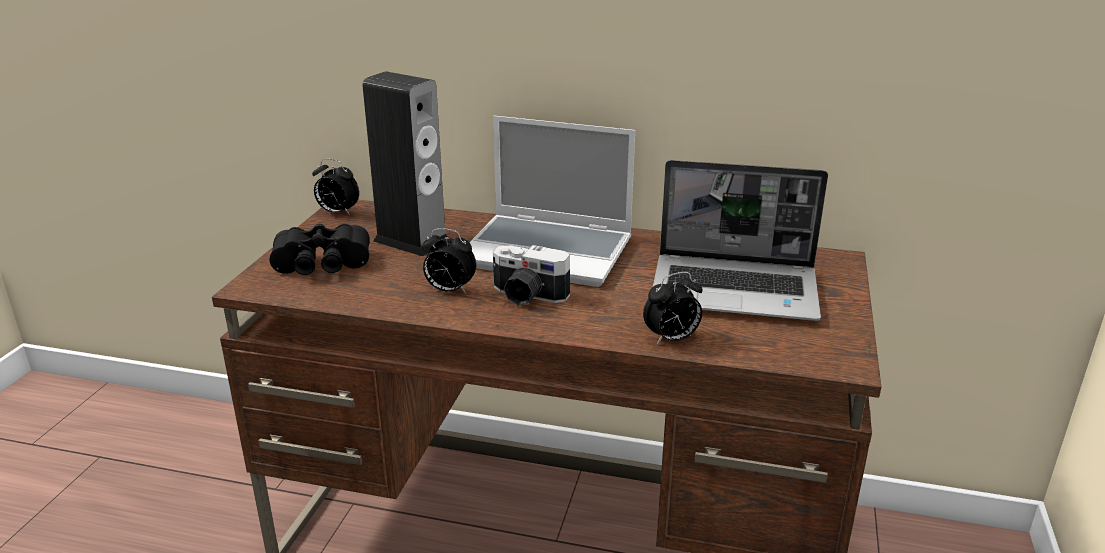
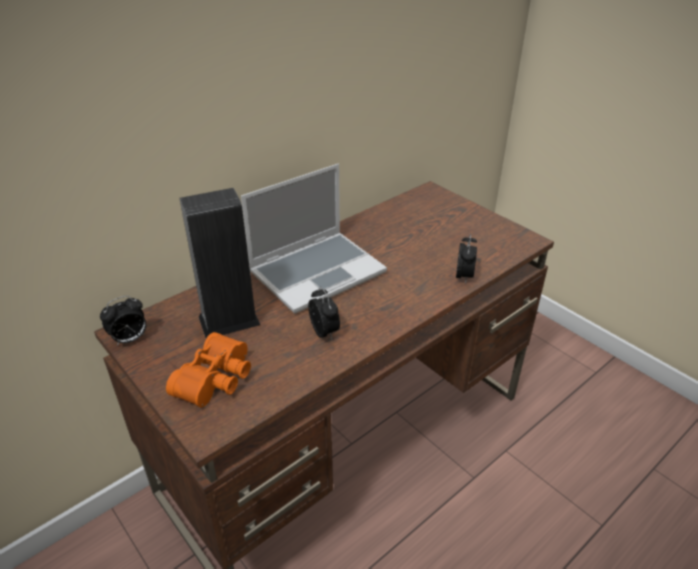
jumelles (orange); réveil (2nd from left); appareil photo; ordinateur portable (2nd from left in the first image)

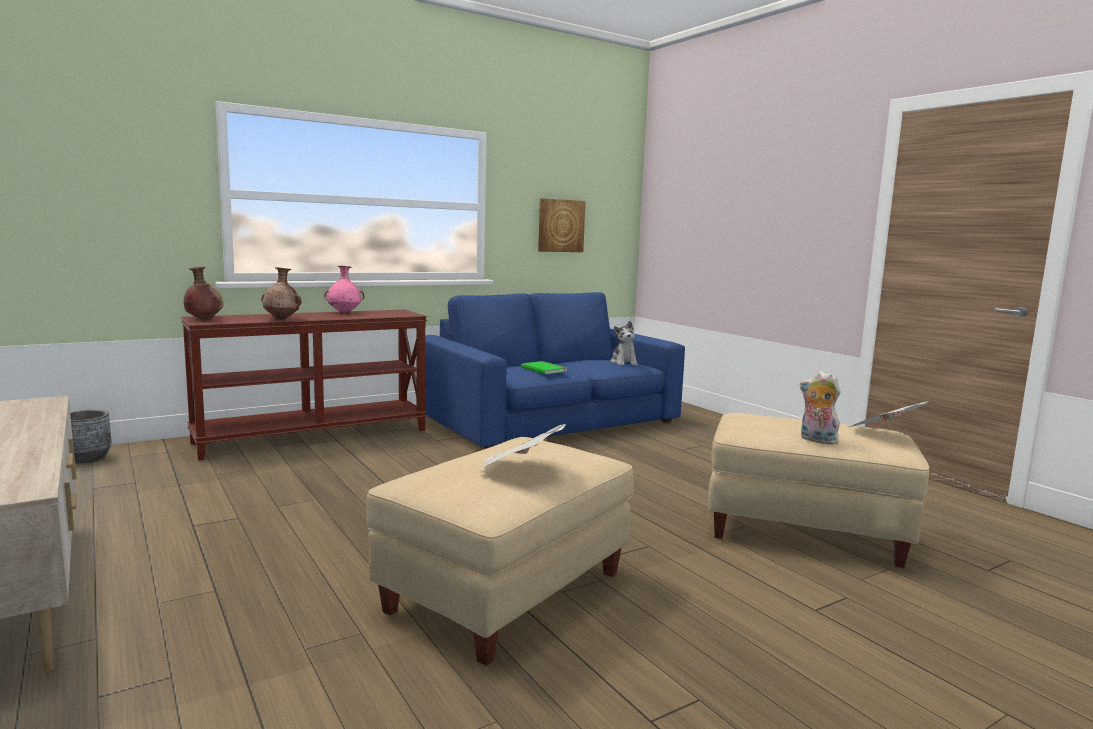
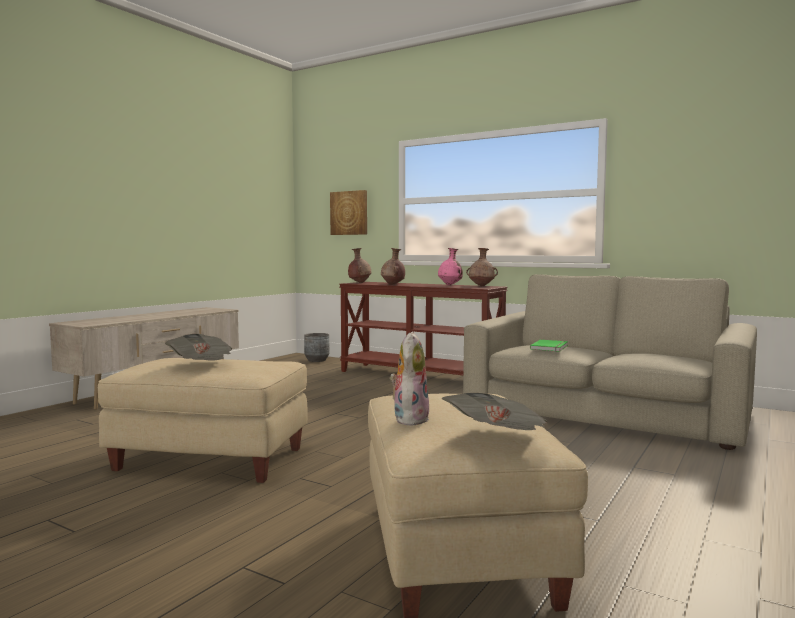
tableau; canapé (beige); vase (marron) (3rd from left); peluche (1st from left in the first image)

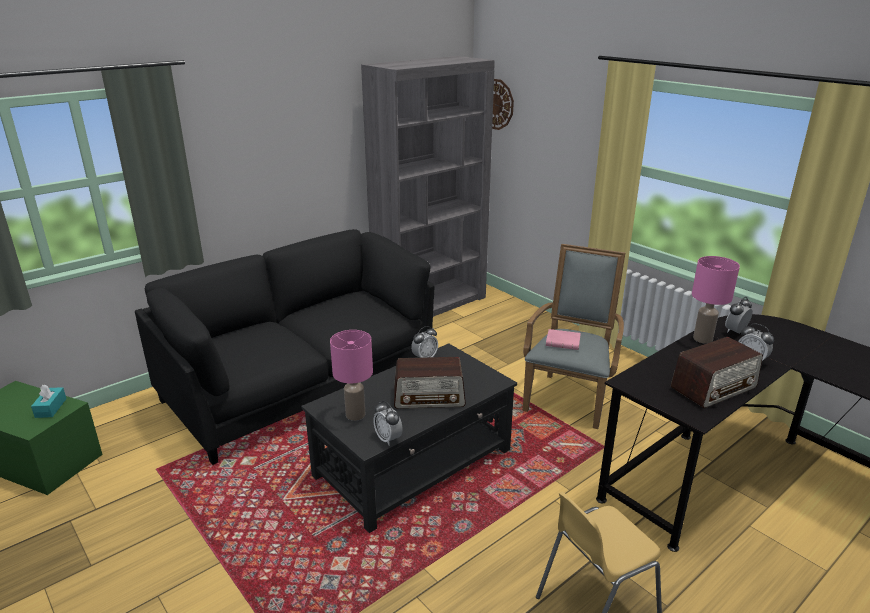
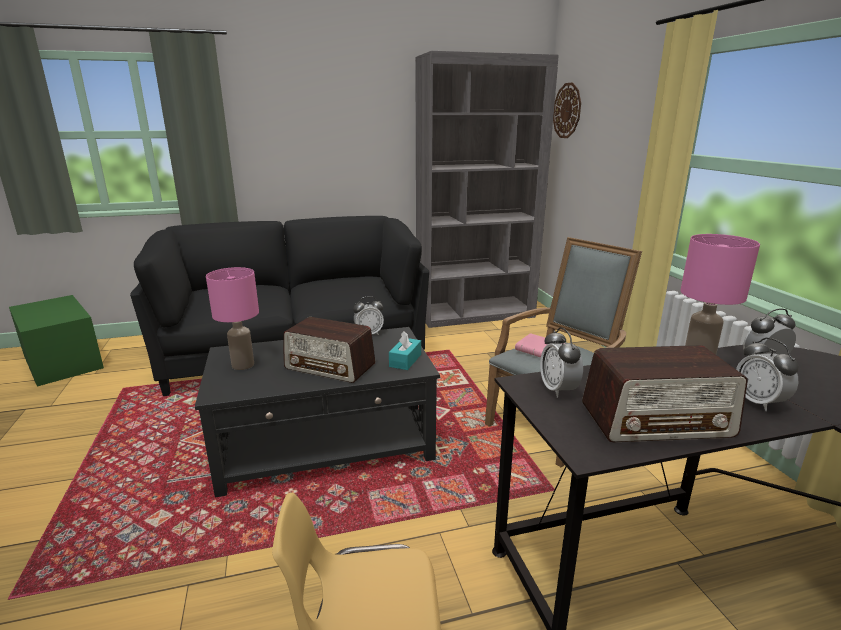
boîte à mouchoirs (turquoise); réveil (2nd from left)

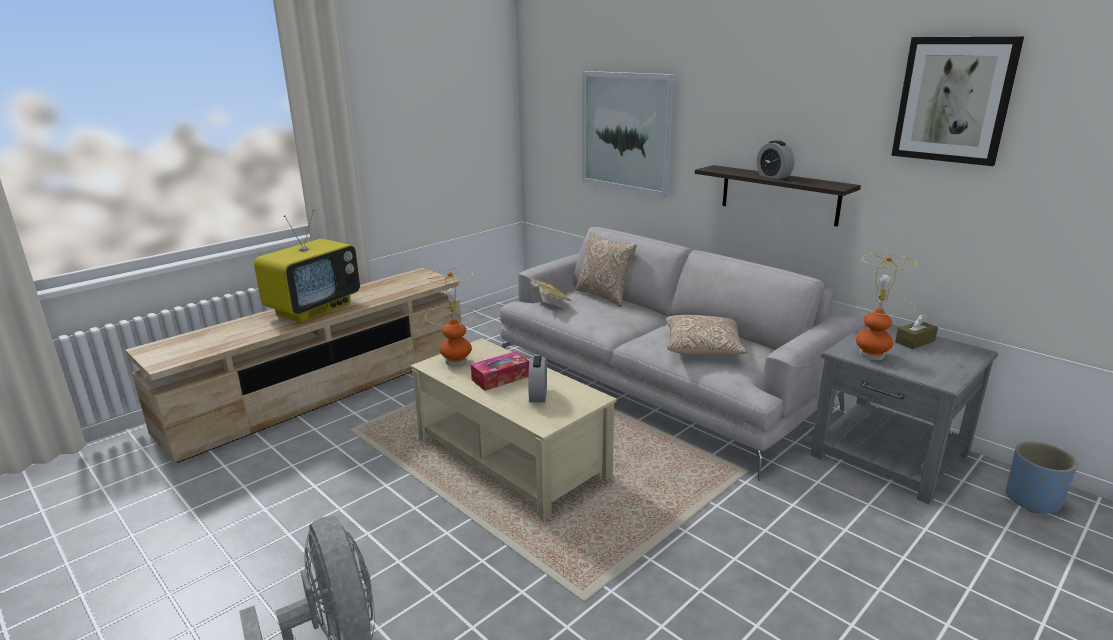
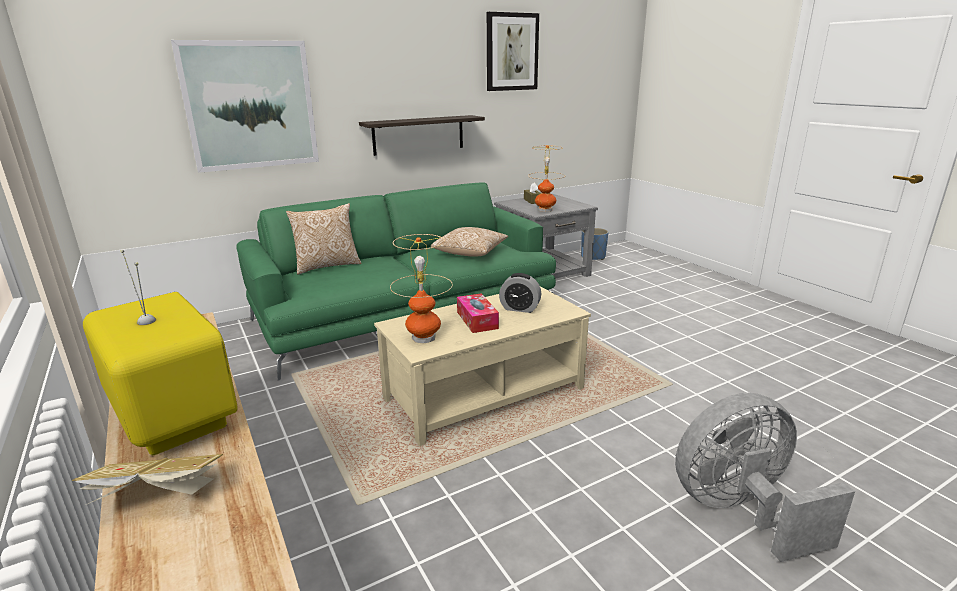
livre; canapé (vert); réveil (2nd from left in the first image)

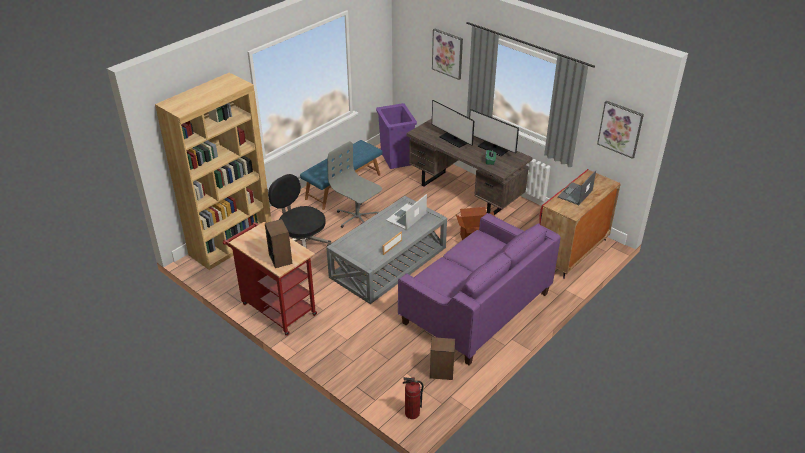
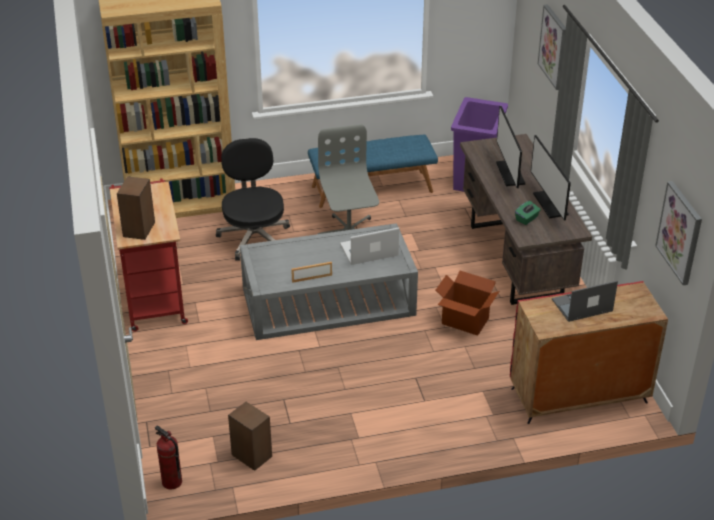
canapé (violet)

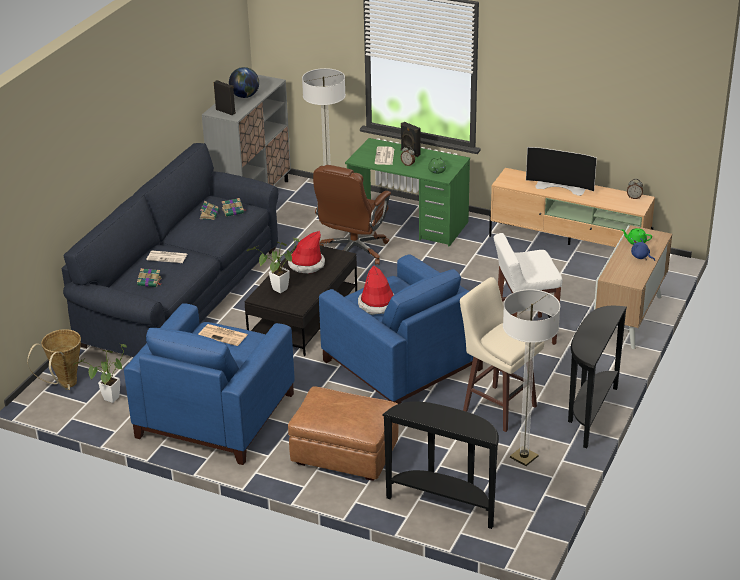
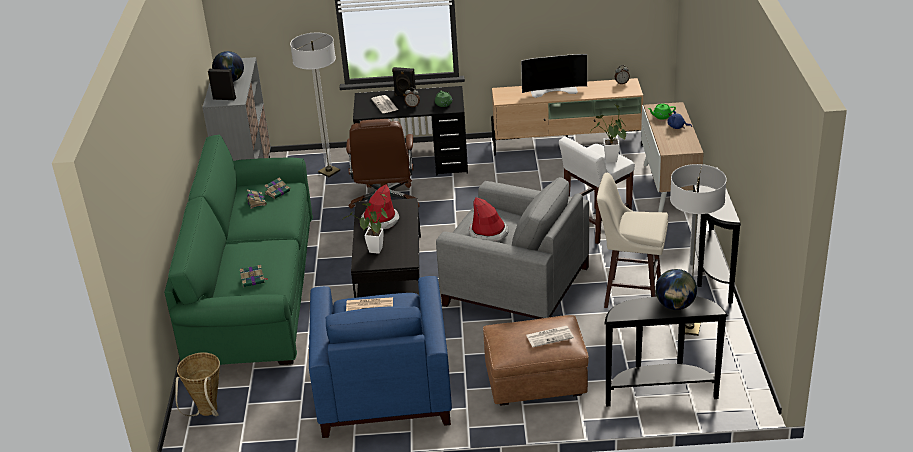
canapé (vert); bureau (noir); fauteuil (gris); journal (3rd from left); plante en pot (2nd from left); globe (2nd from left)

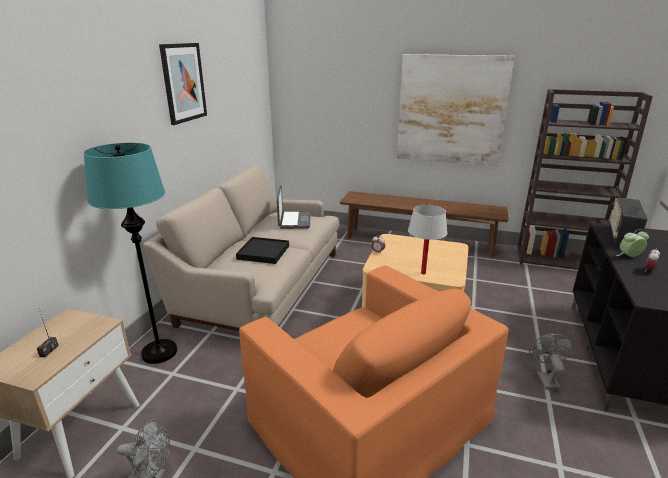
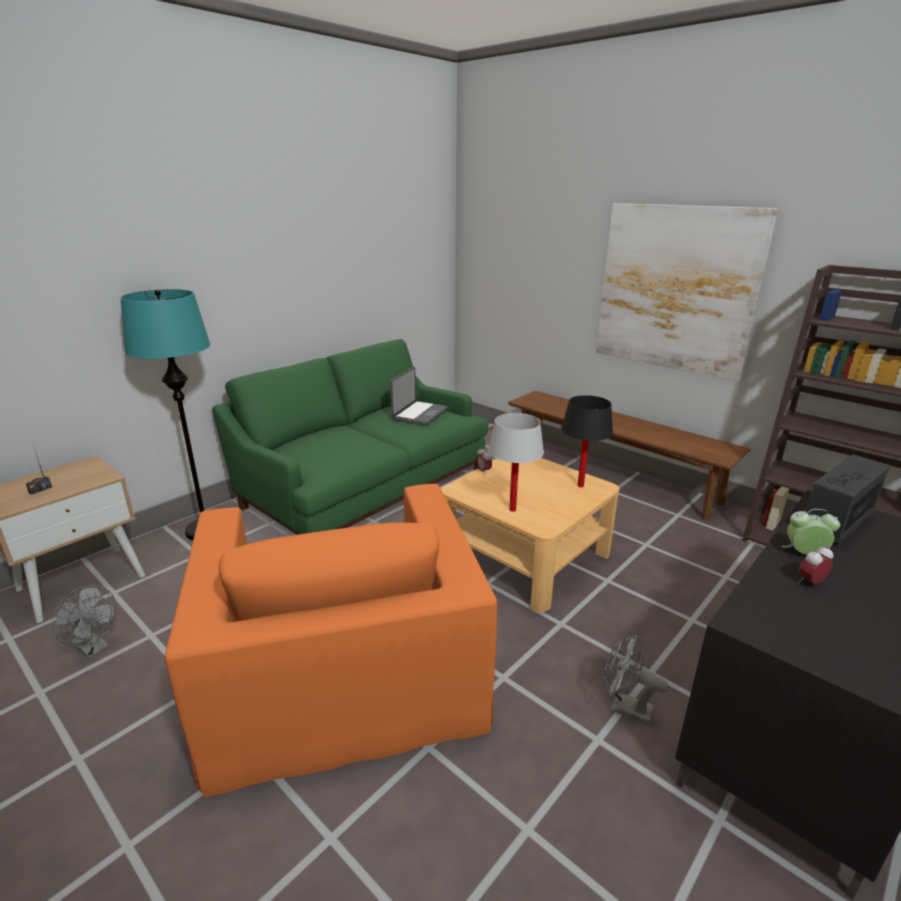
canapé (vert); lampe de table (noir); ventilateur (gris) (2nd from left); tableau (1st from left in the first image); plateau (noir)

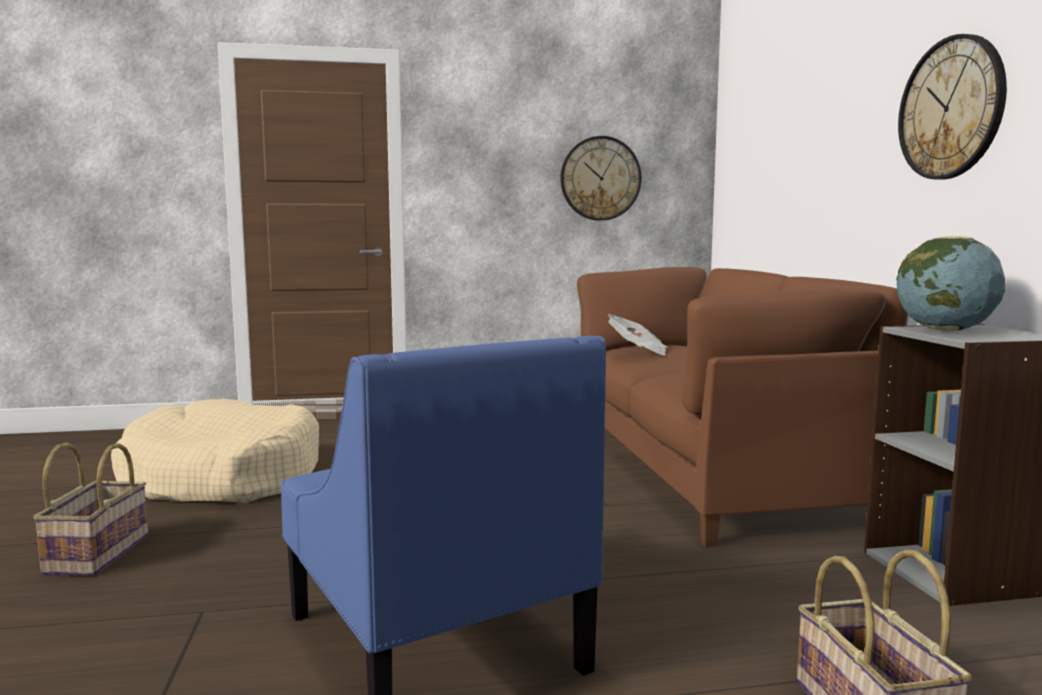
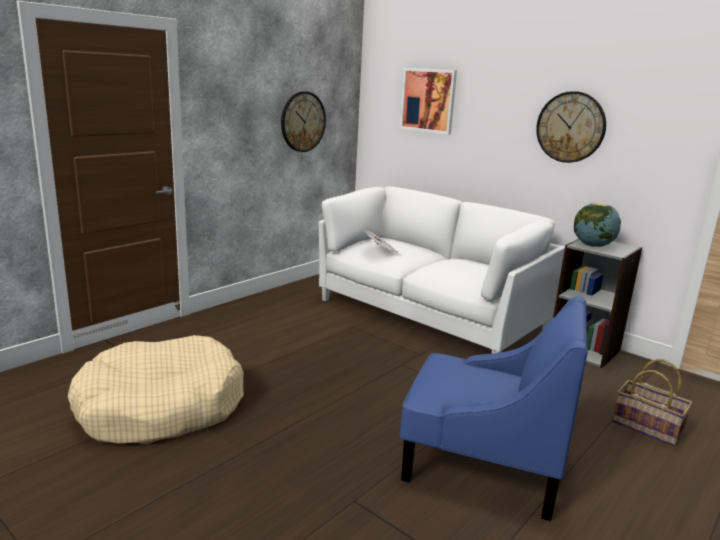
canapé (blanc); tableau; panier (1st from left in the first image)

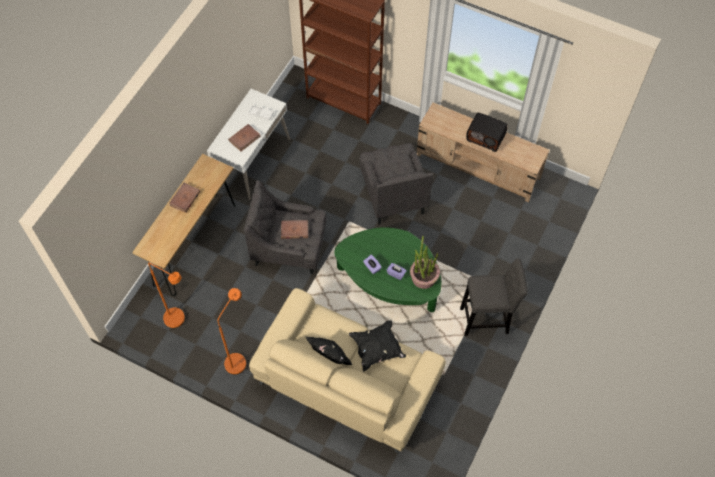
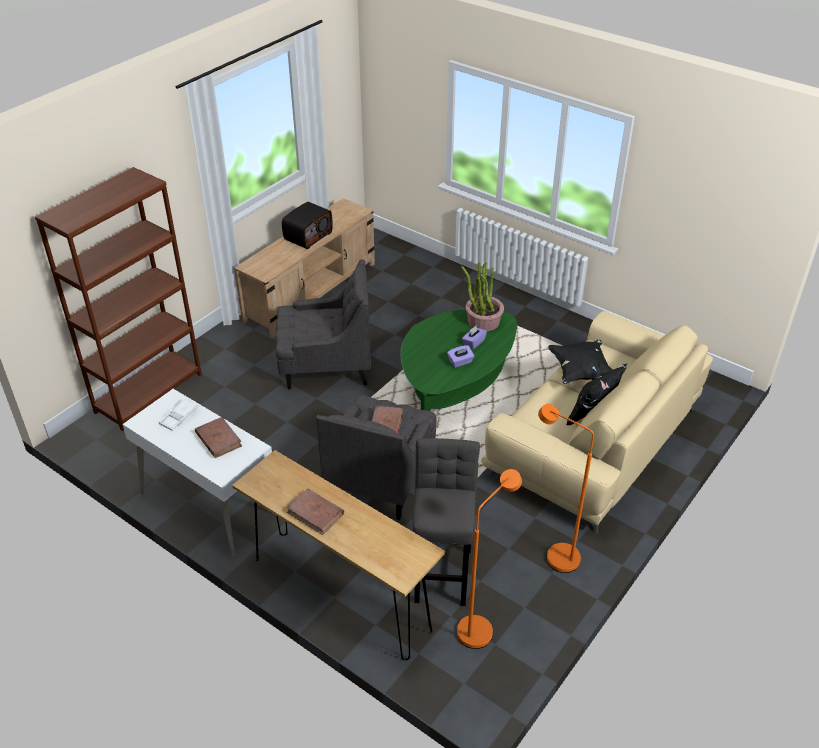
tabouret (gris)

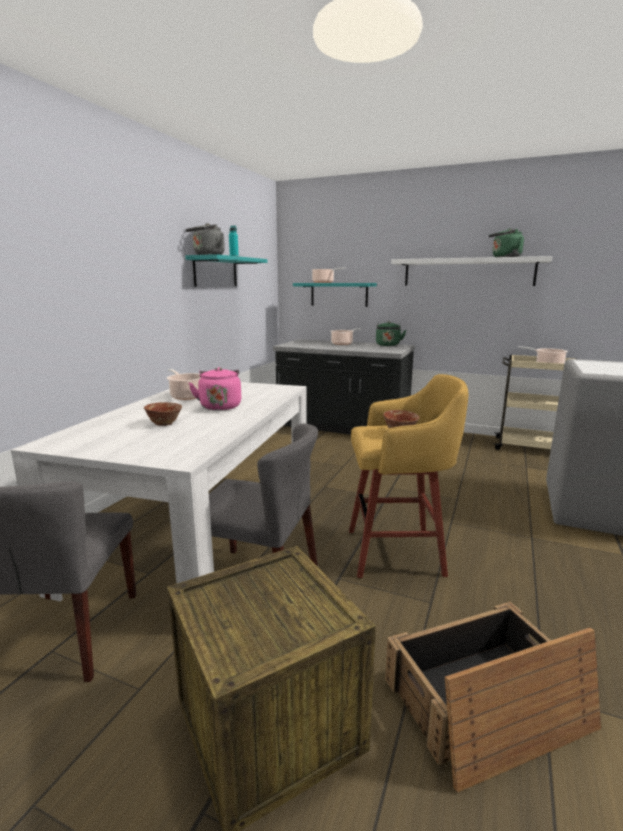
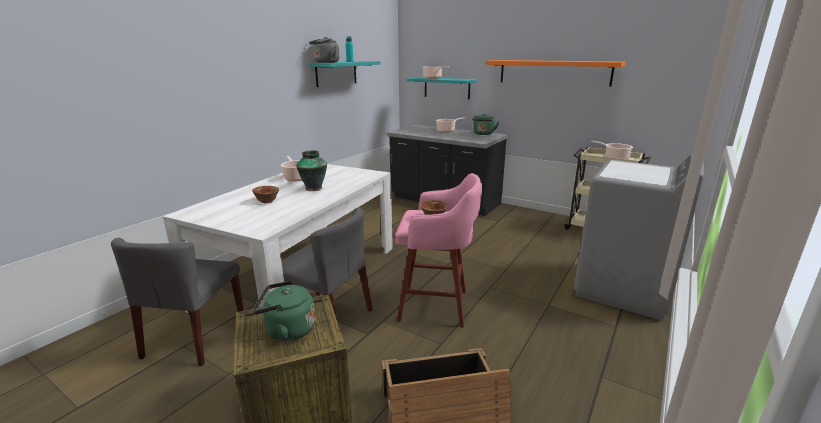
bouilloire (vert) (1st from left); vase; tabouret (rose); étagère (orange)

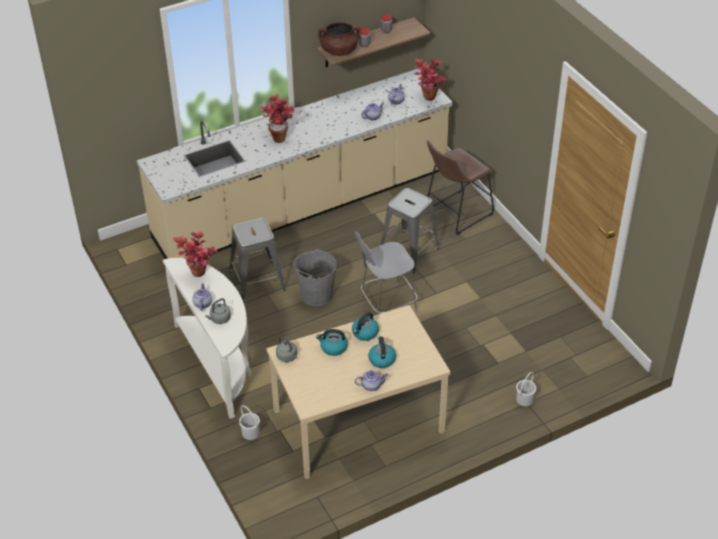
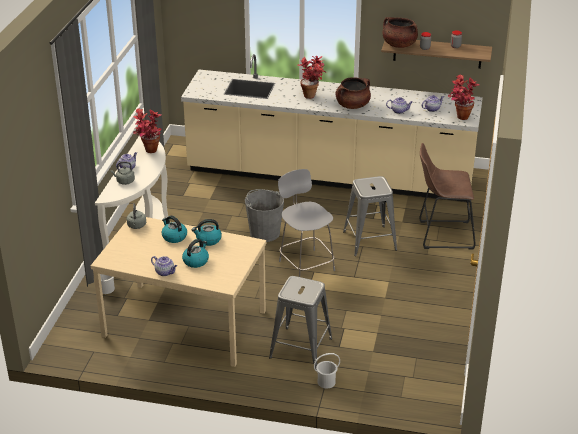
tabouret (gris) (1st from left); chaise (gris); marmite (marron) (1st from left)

